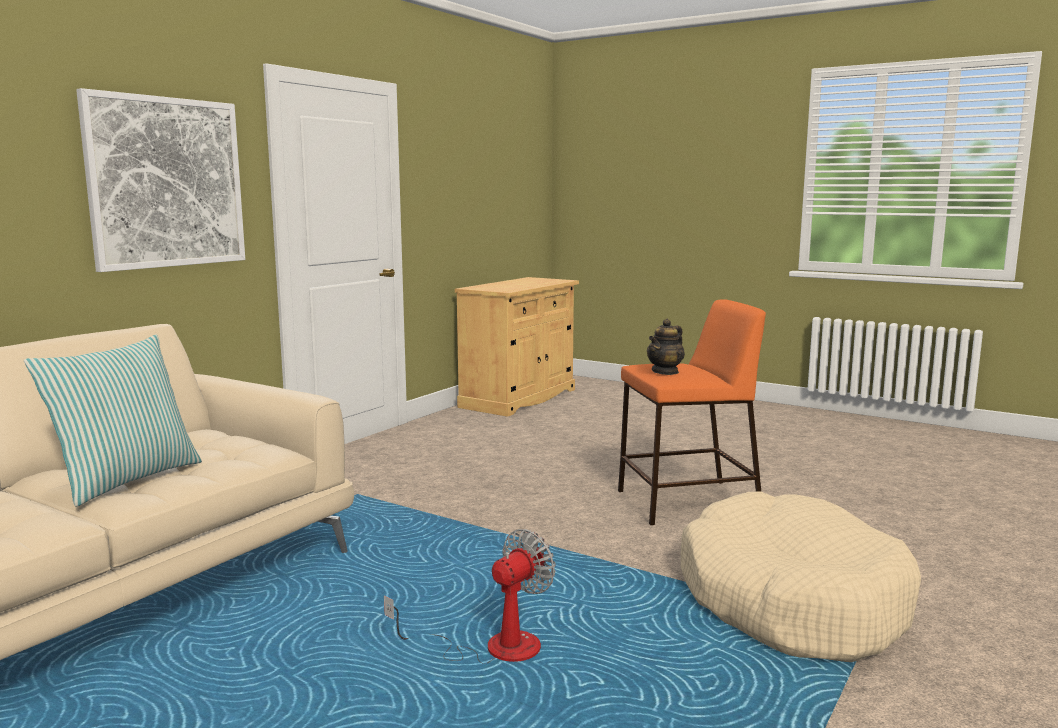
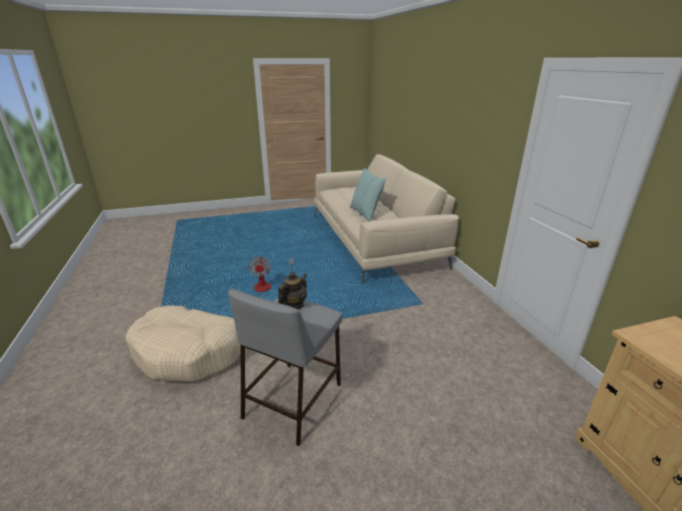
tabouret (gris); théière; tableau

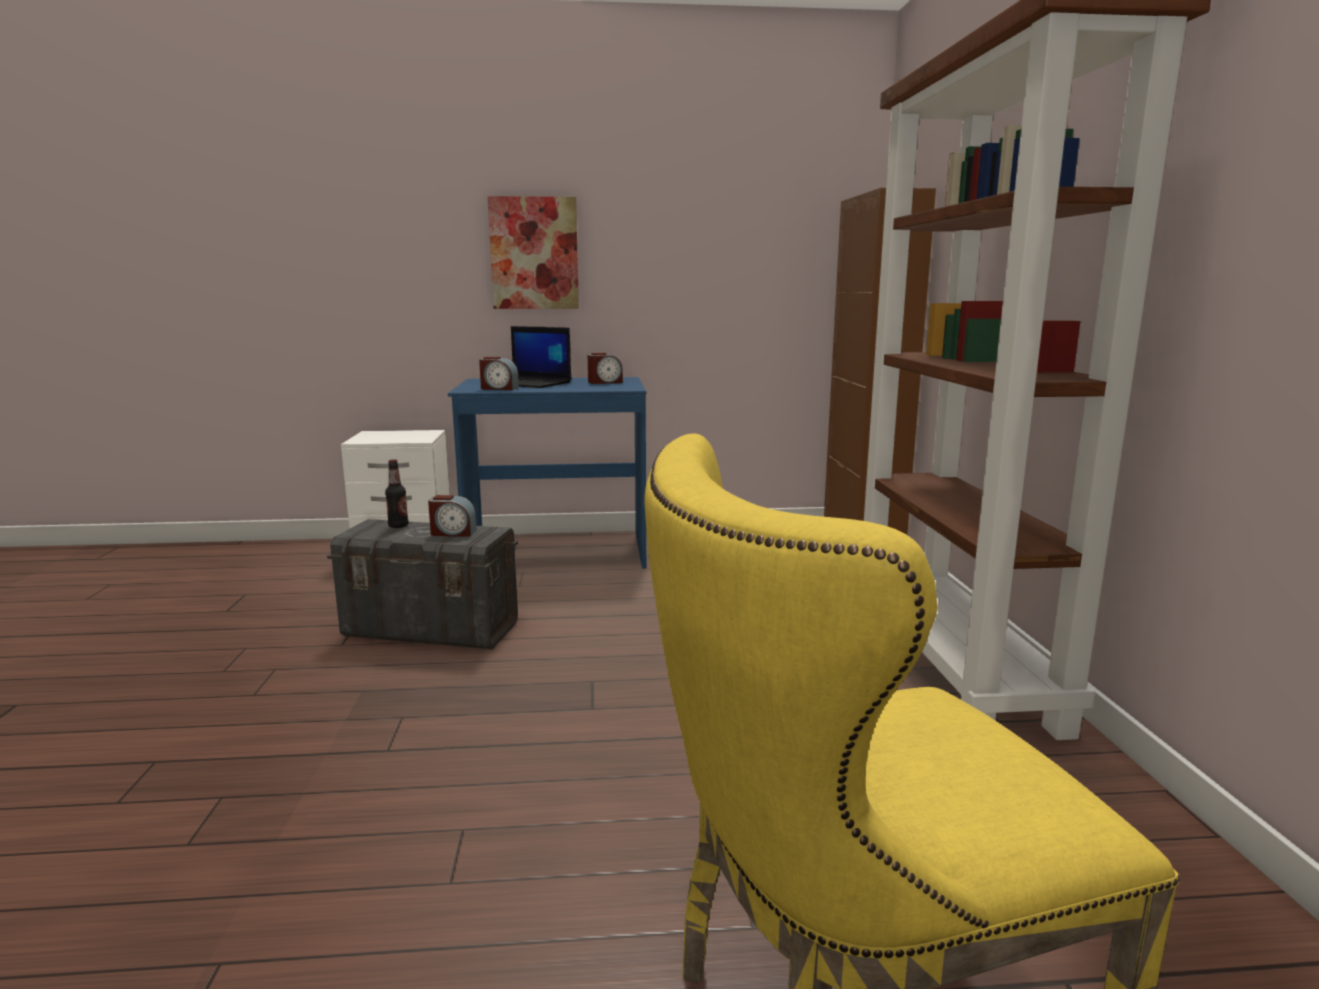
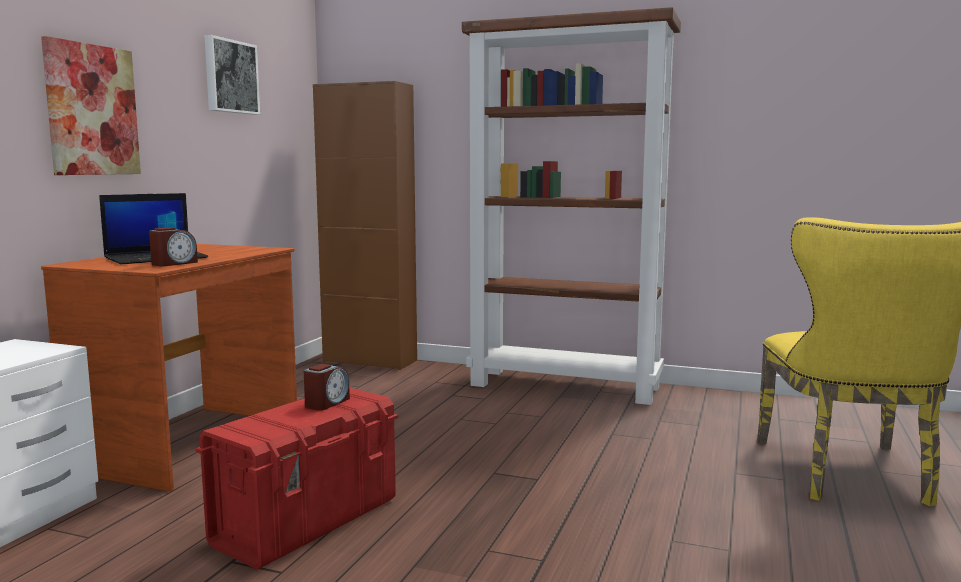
bureau (marron); boîte de rangement (rouge); tableau (2nd from left); bouteille; réveil (3rd from left in the first image)

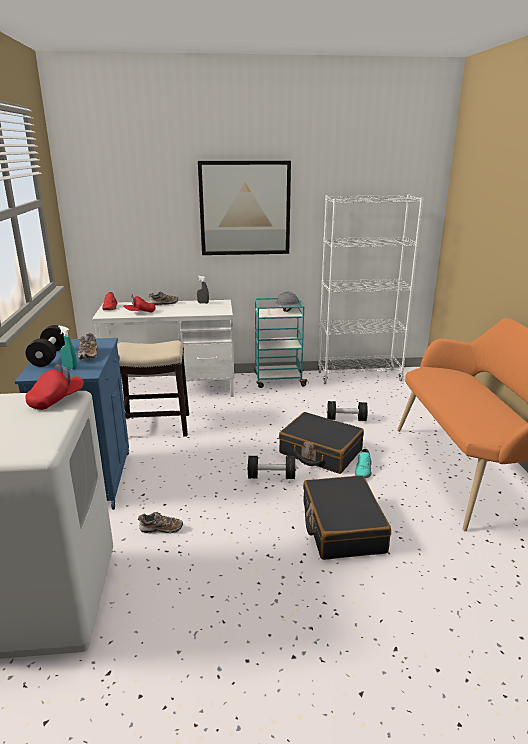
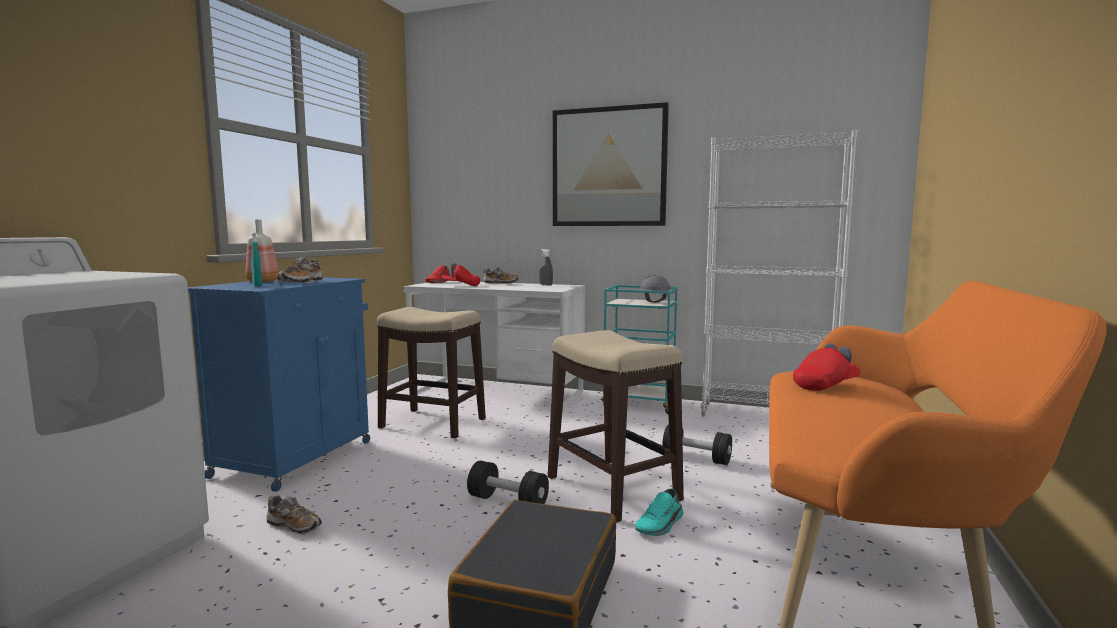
bouteille; tabouret (2nd from left); casquette (rouge) (2nd from left)

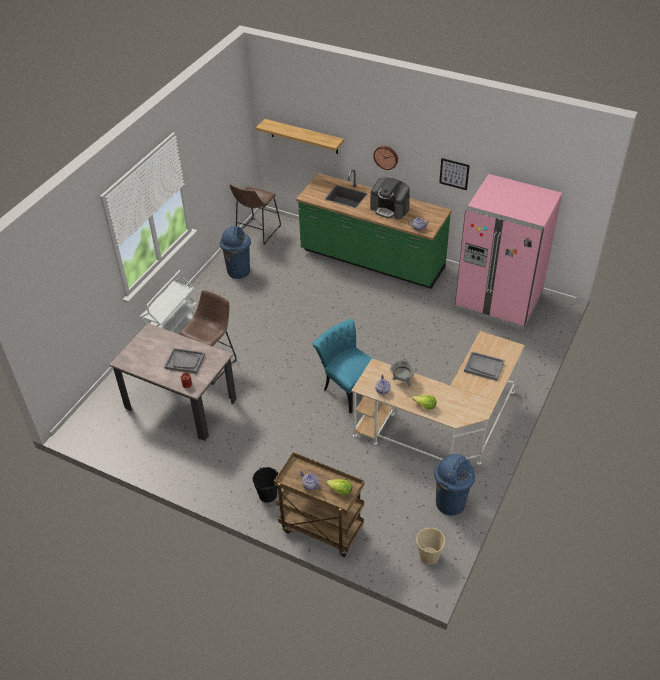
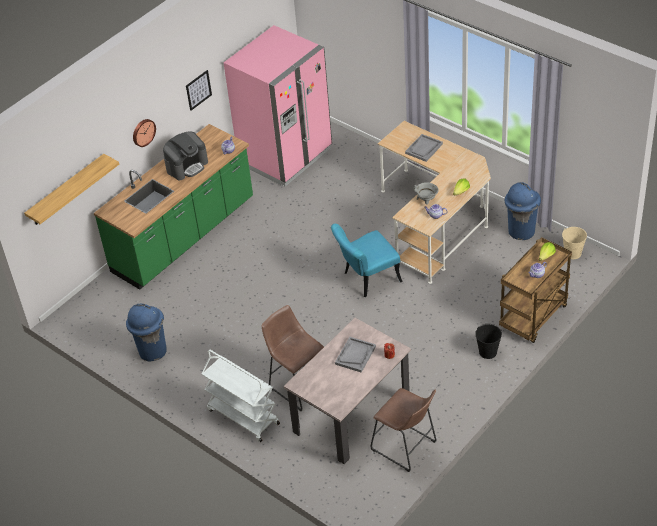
tabouret (marron) (2nd from left)

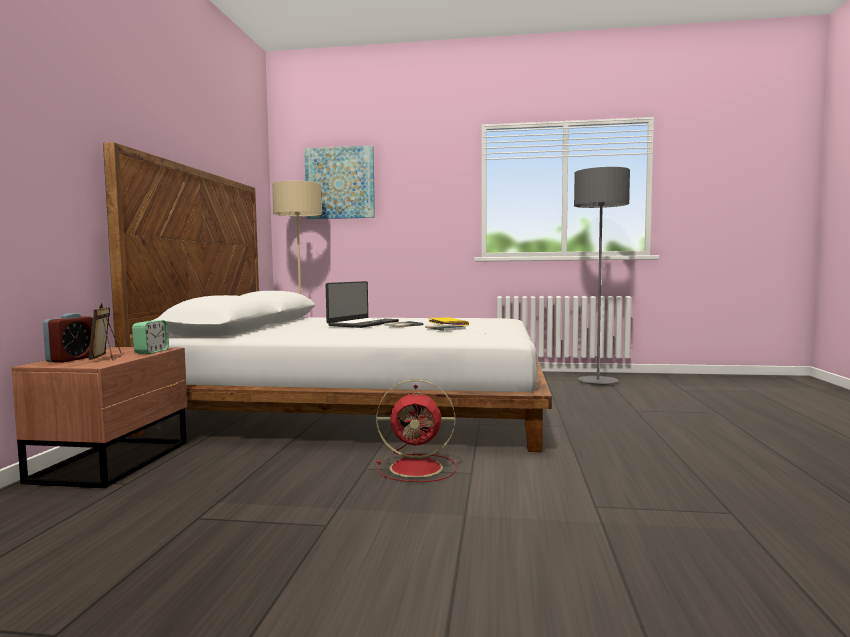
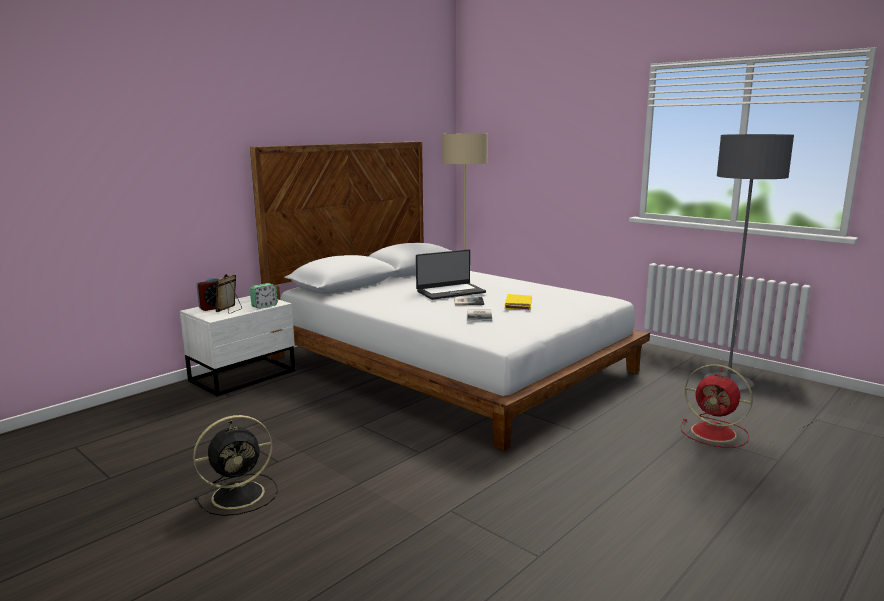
table de chevet (blanc); ventilateur (noir); ventilateur (rouge); tableau

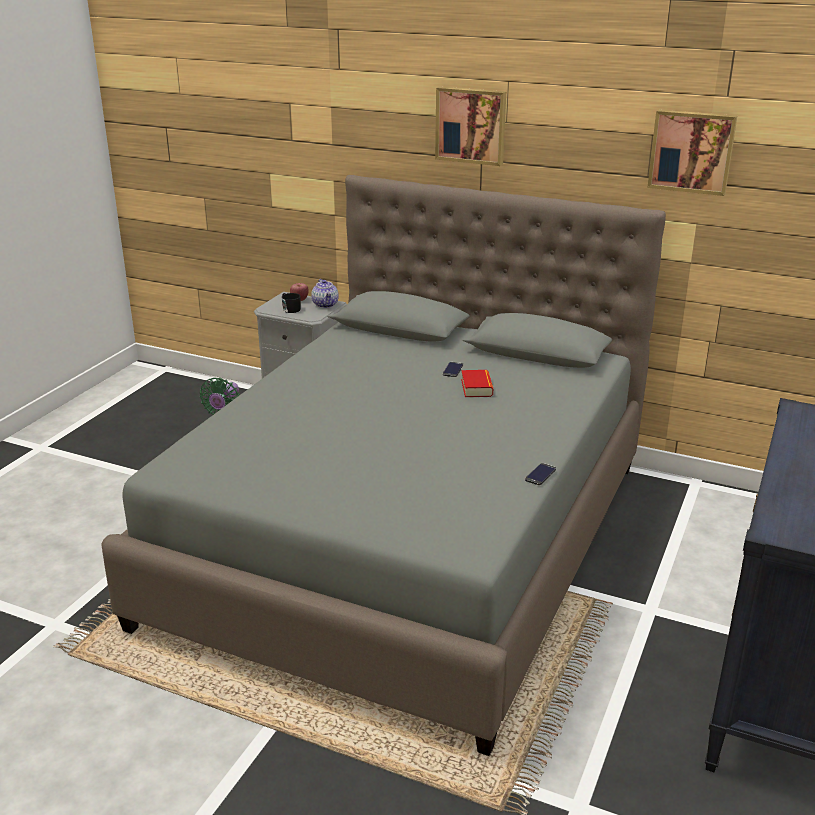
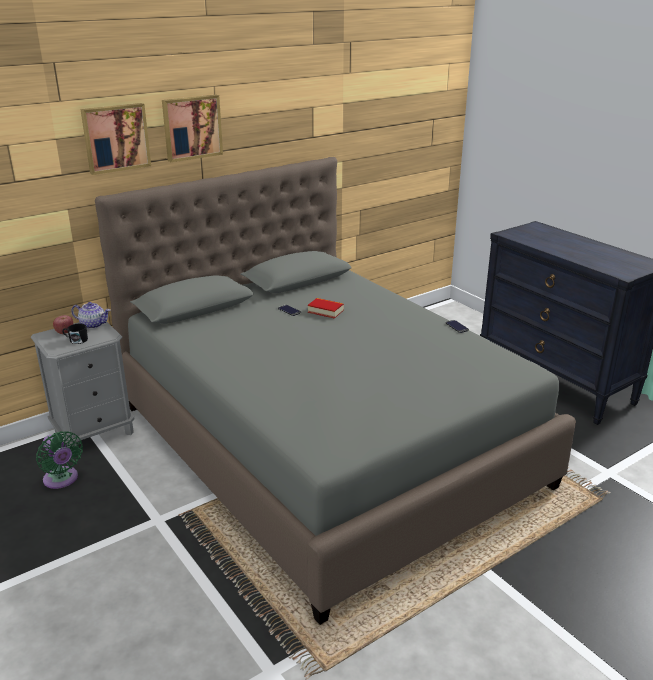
tableau (1st from left)

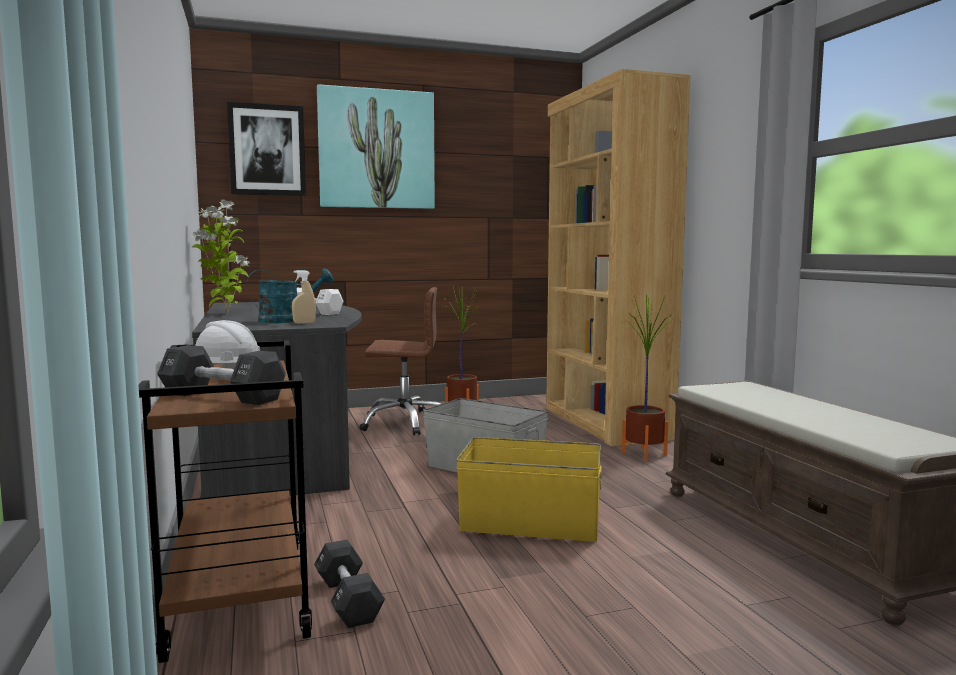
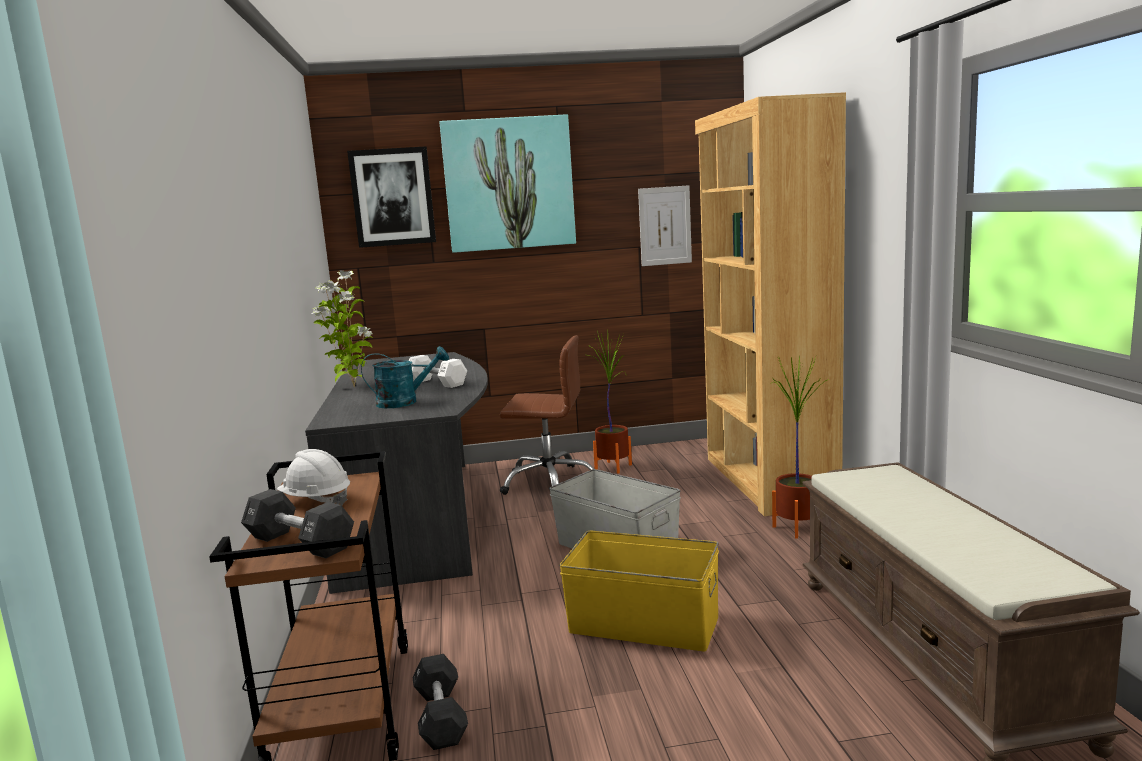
tableau (3rd from left); vaporisateur (beige)

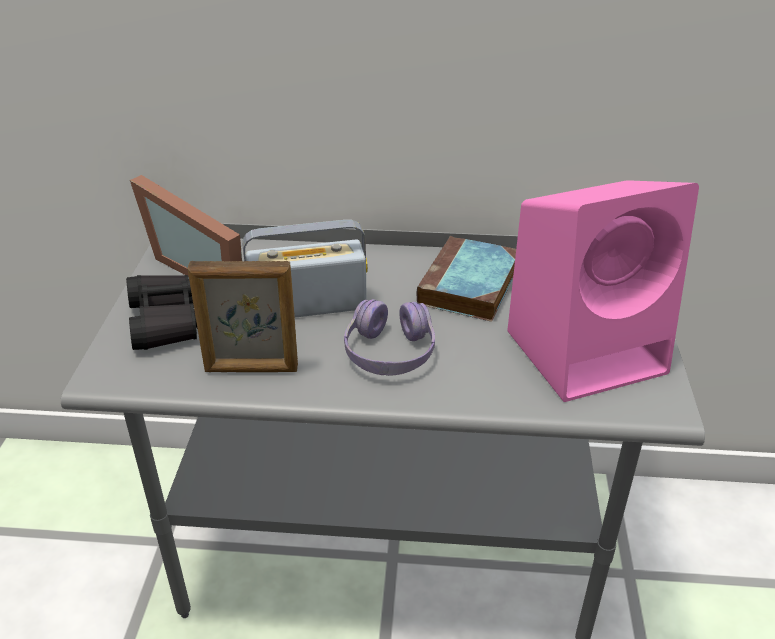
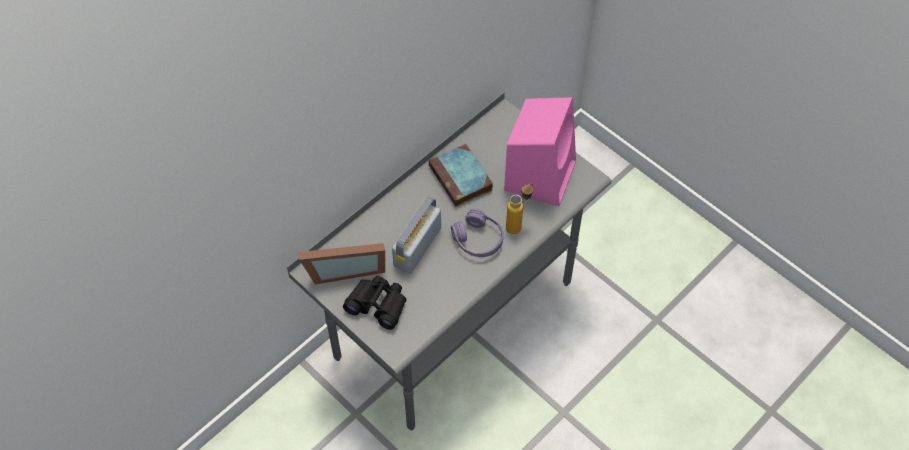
bouteille; cadre photo (2nd from left in the first image)

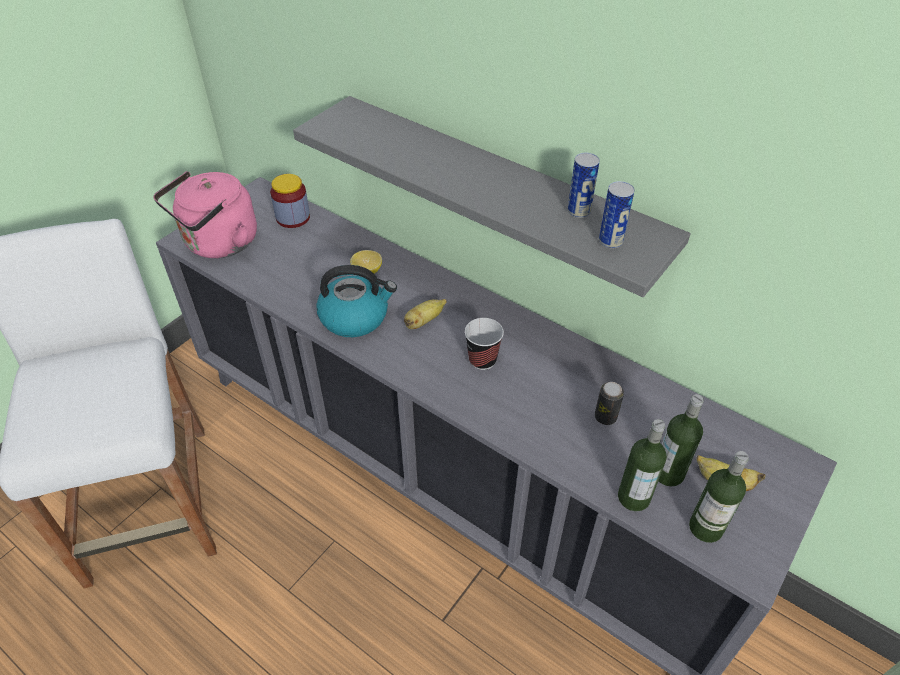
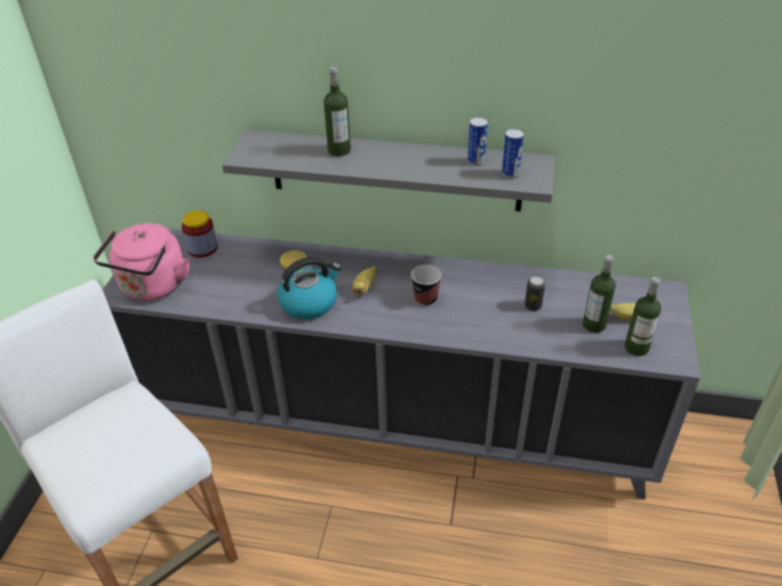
bouteille (1st from left)

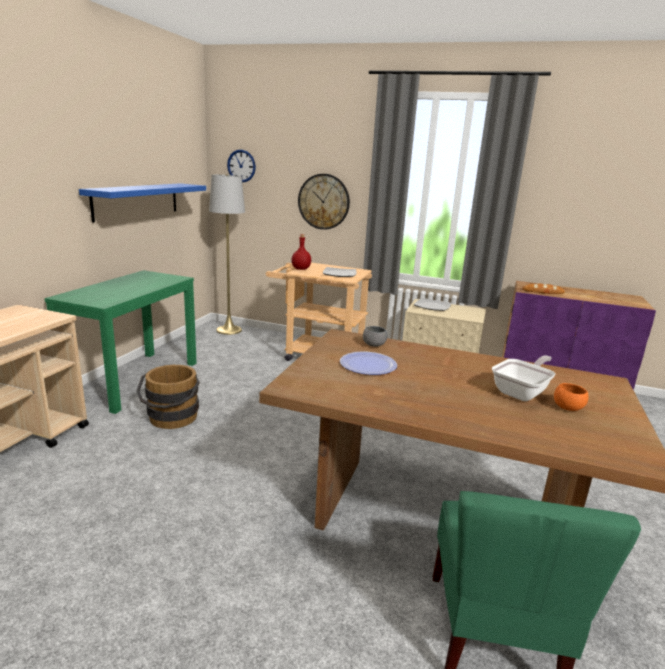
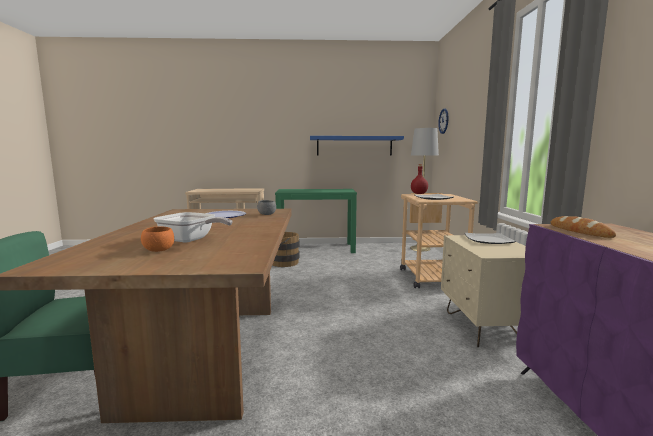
horloge murale (2nd from left in the first image)

